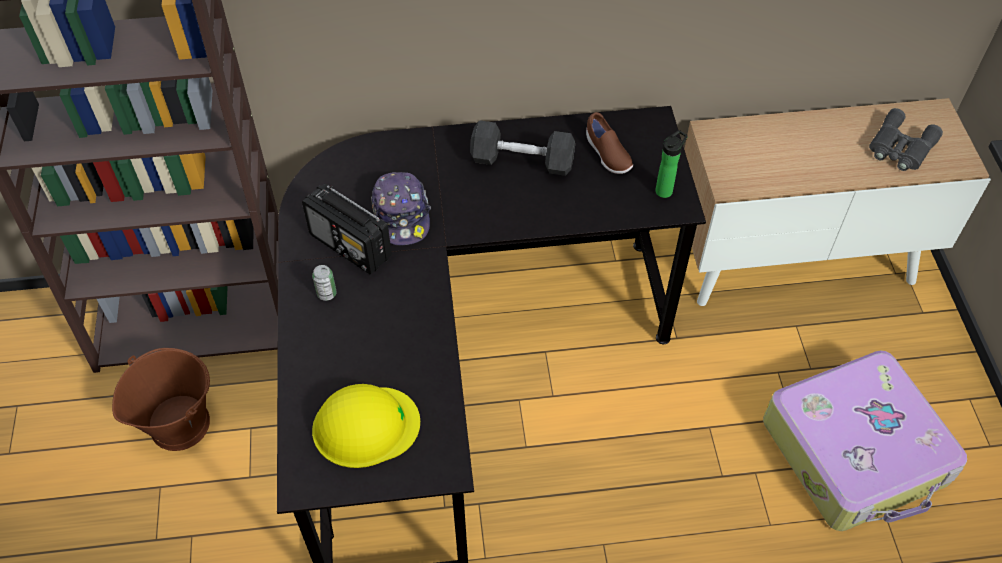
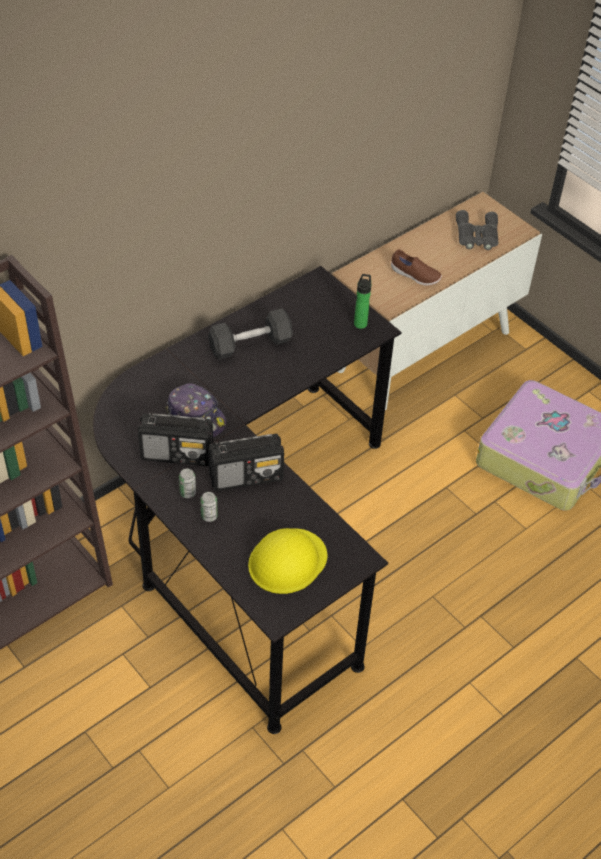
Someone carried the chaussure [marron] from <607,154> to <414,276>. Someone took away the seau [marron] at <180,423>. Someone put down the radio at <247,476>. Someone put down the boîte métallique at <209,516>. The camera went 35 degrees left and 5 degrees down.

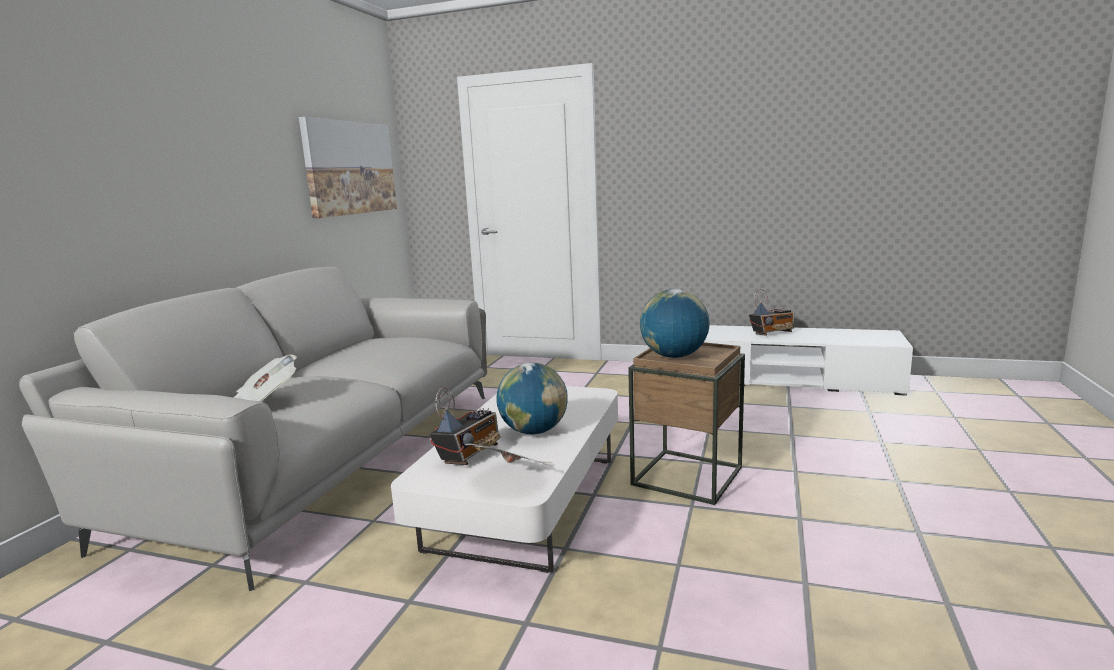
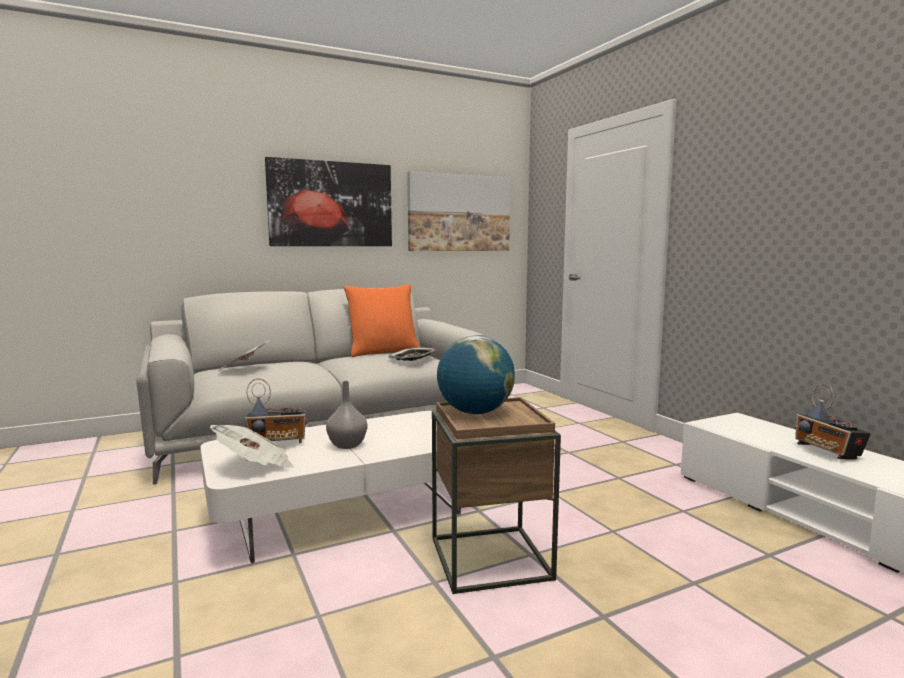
Someone rotated the radio at <772,333> by 45 degrees clockwise. Someone swapped the globe at <534,431> for the vase [gris] at <347,445>. Someone put up the tableau at <331,204>. Someone put down the coussin [orange] at <383,352>. Someone put down the plateau at <413,358>. The camera went 45 degrees right and 5 degrees down.

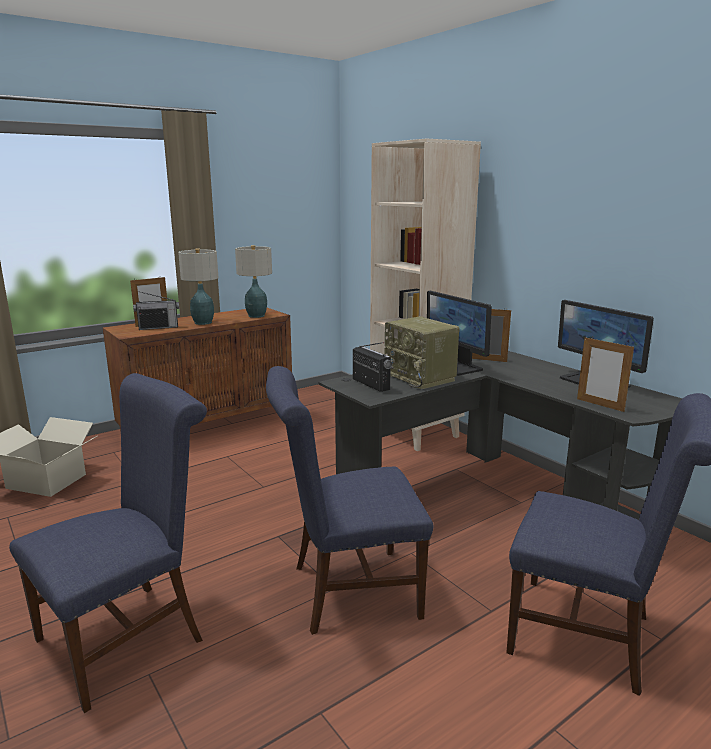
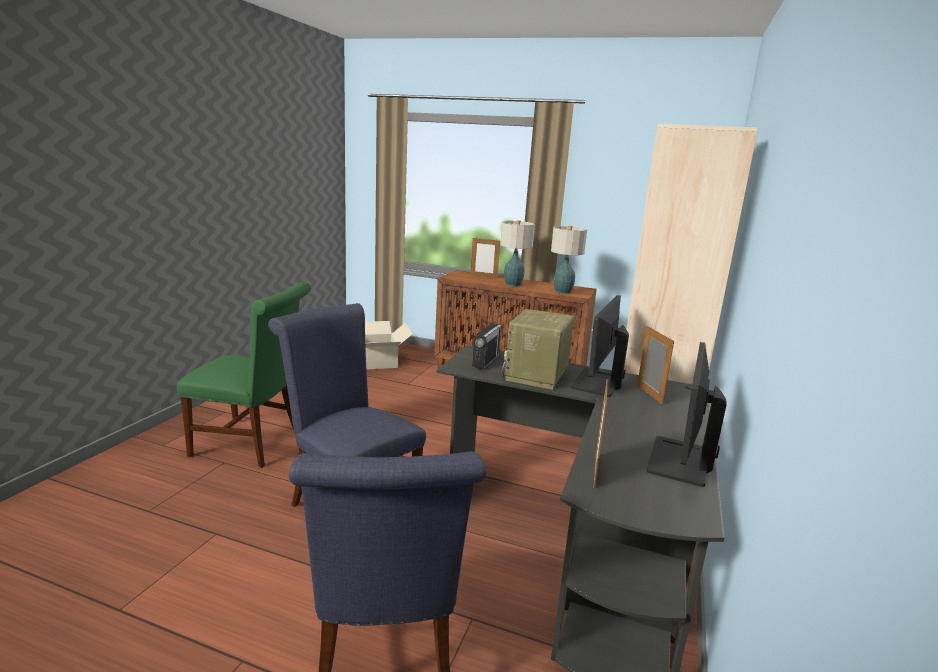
Someone took away the radio at <158,327>. Someone repainted the chaise [bleu] at <130,635>, which became the chaise [vert] at <253,444>. The camera went 55 degrees right and 0 degrees up.

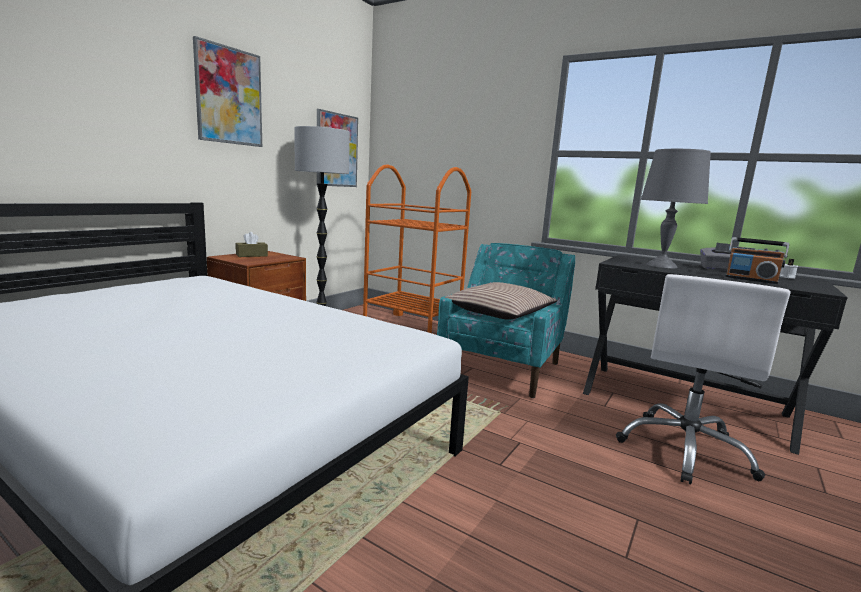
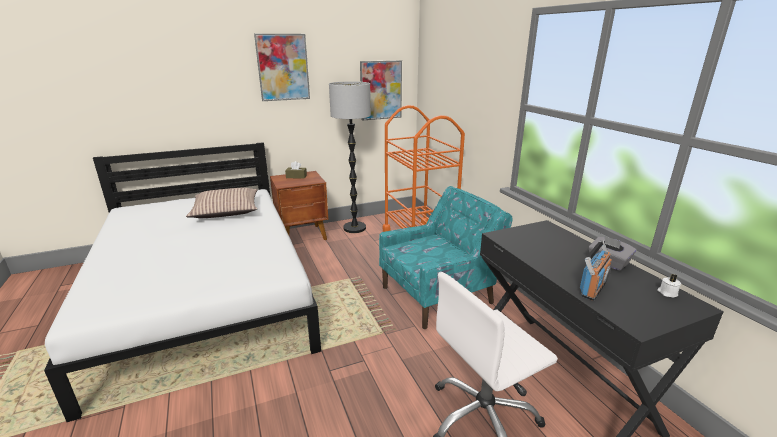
Someone took away the lampe de table [gris] at <661,265>. Someone rotated the radio at <750,279> by 120 degrees counterclockwise. Someone carried the coussin from <499,312> to <226,211>. The camera went 35 degrees right and 10 degrees up.

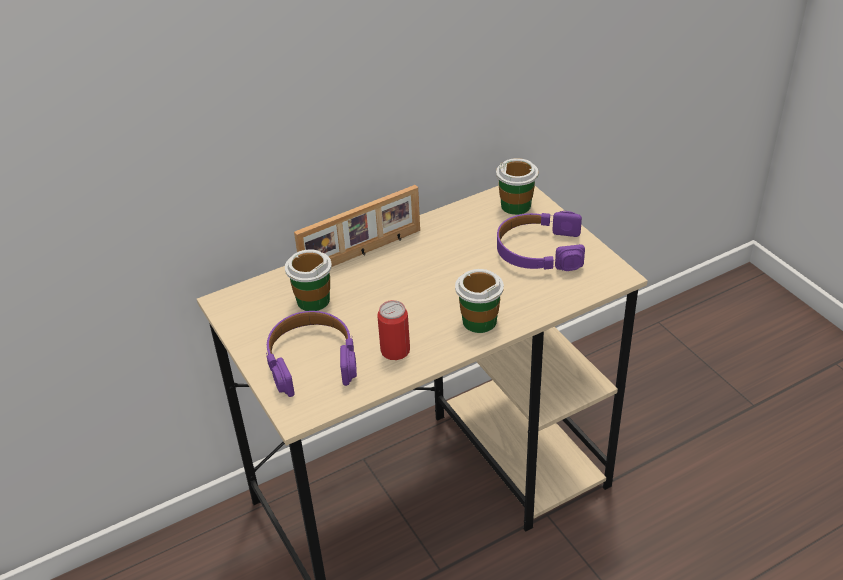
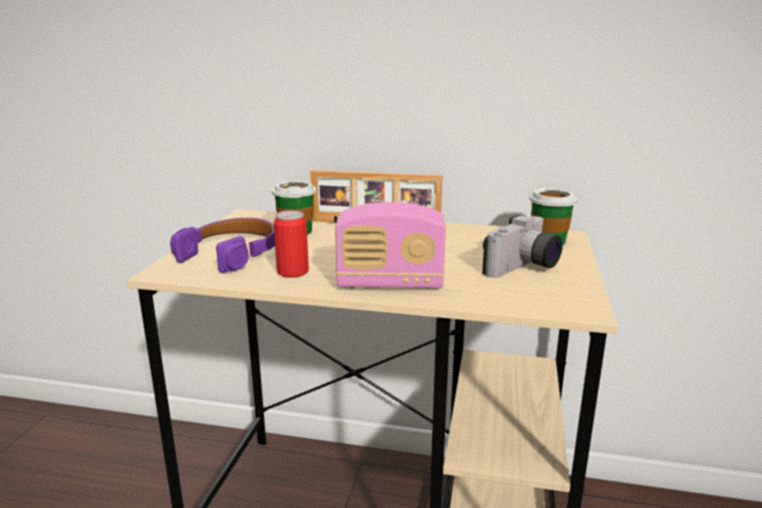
Someone swapped the casque audio [violet] at <539,251> for the appareil photo at <524,268>. Someone swapped the tasse at <479,321> for the radio at <390,283>. The camera went 40 degrees right and 20 degrees down.

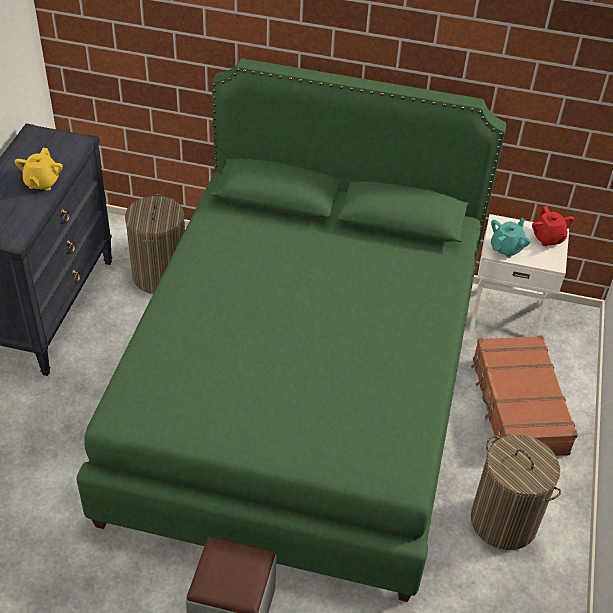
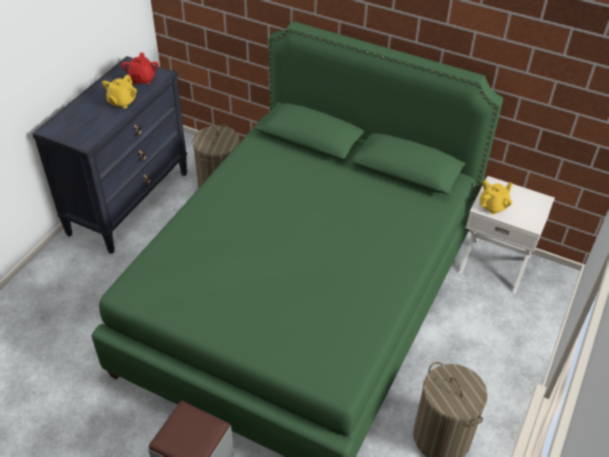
Someone carried the théière [rouge] from <548,238> to <142,79>. Someone repainted the théière [turquoise] at <506,248>, which became the théière [jaune] at <493,206>. Someone took away the valise [marron] at <518,406>. The camera went 15 degrees right and 0 degrees up.

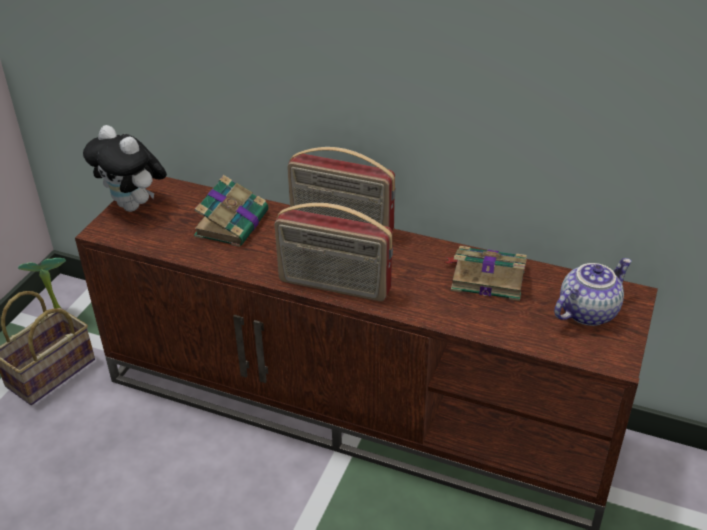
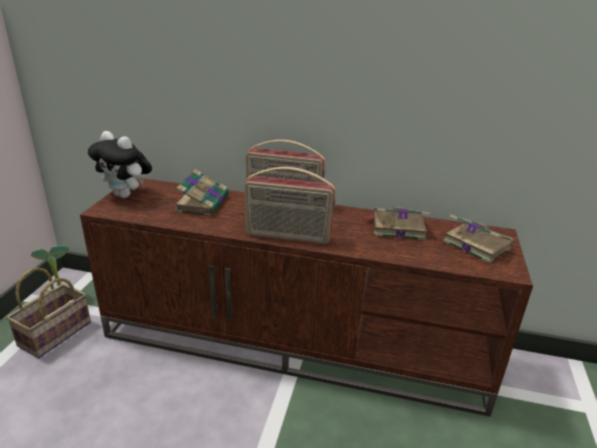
Someone swapped the théière at <587,311> for the livre at <475,244>. The camera went 10 degrees left and 10 degrees down.

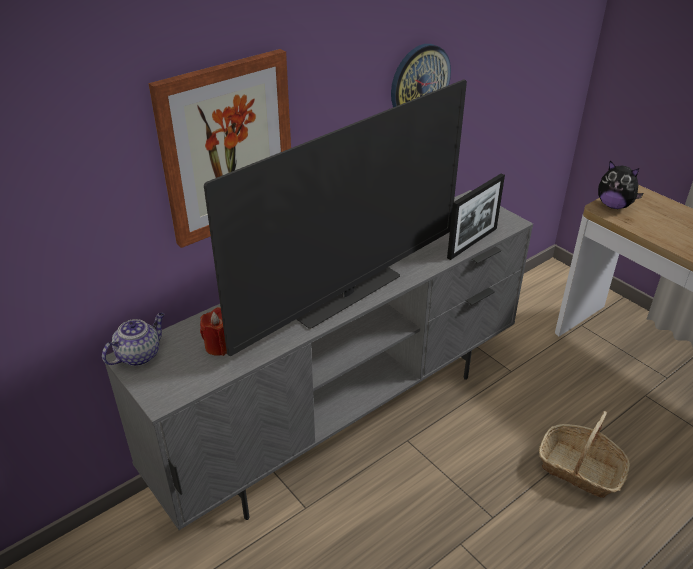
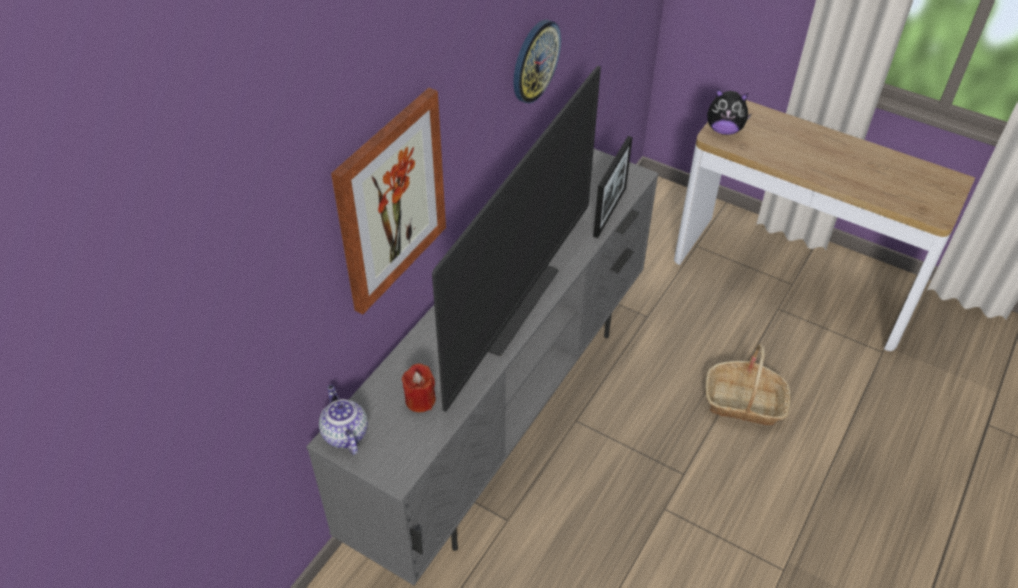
Someone rotated the théière at <139,355> by 45 degrees counterclockwise. The camera went 20 degrees left and 10 degrees up.

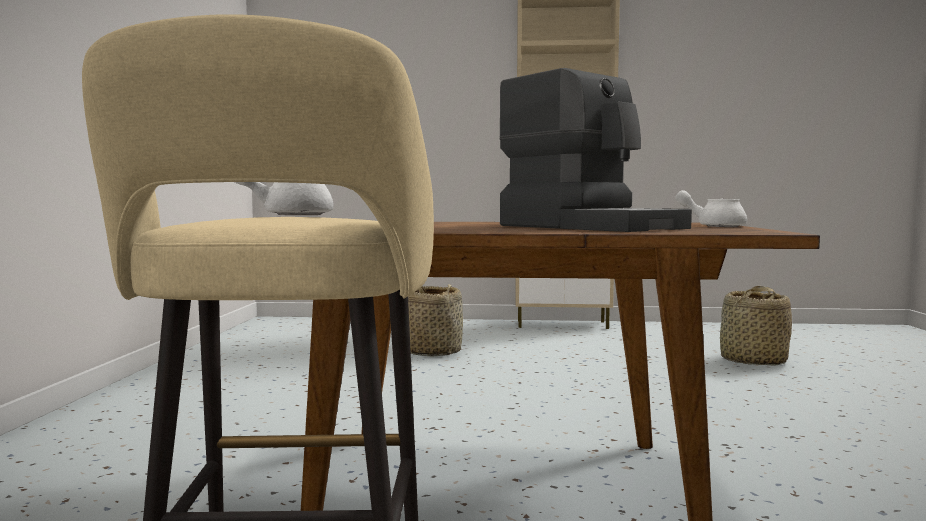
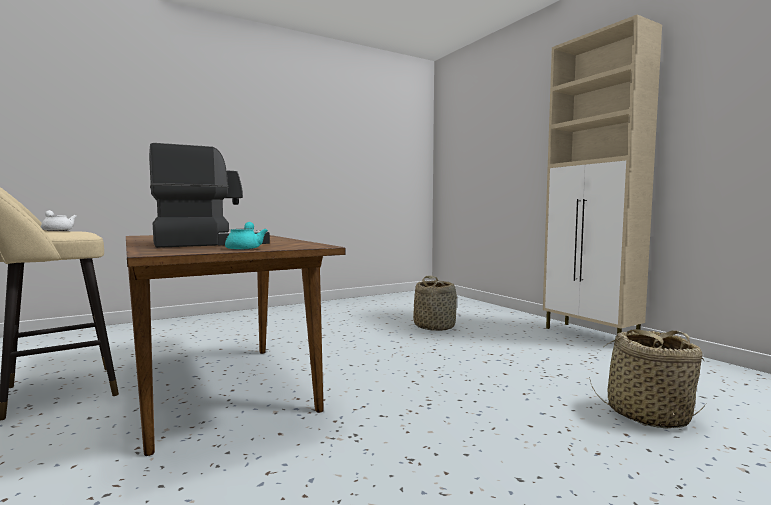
Someone rotated the machine à café at <589,227> by 135 degrees counterclockwise. Someone repainted the théière [blanc] at <714,226>, which became the théière [turquoise] at <245,248>. The camera went 55 degrees right and 0 degrees up.

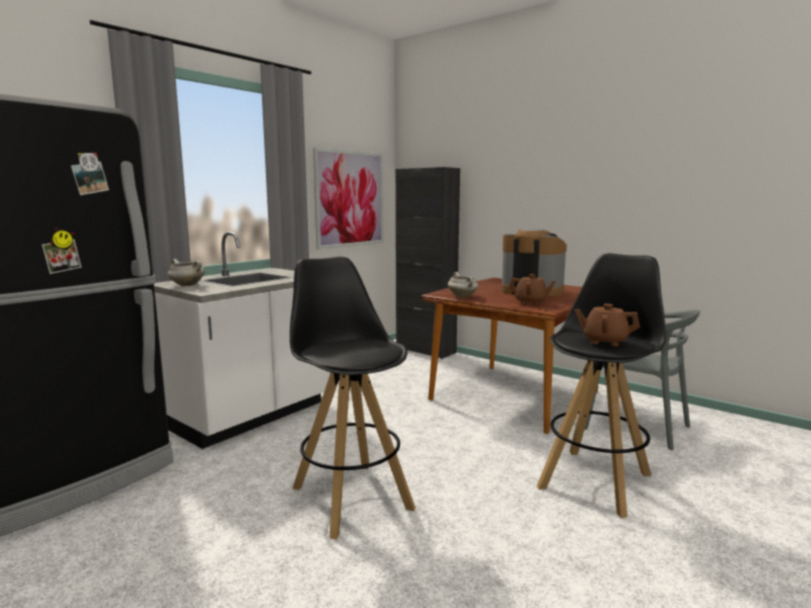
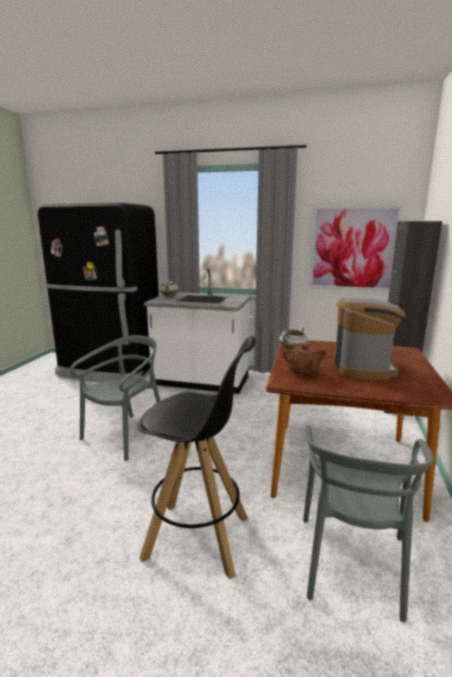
Someone swapped the tabouret [noir] at <351,496> for the chaise [gris] at <125,436>. Someone took away the théière [marron] at <604,341>. The camera went 65 degrees right and 5 degrees up.

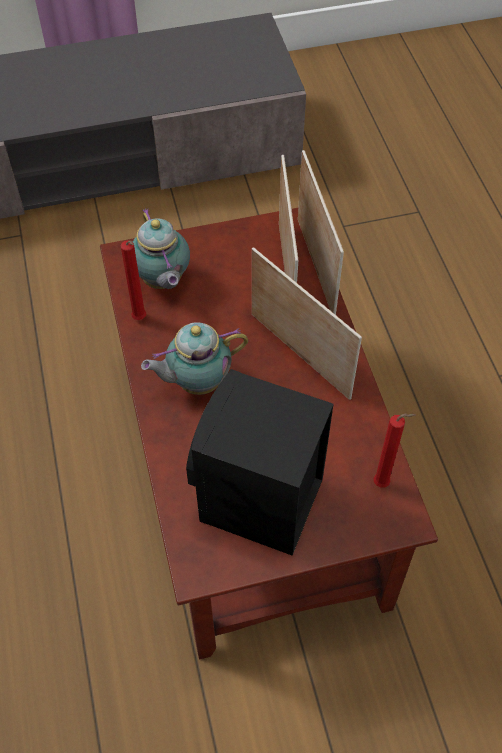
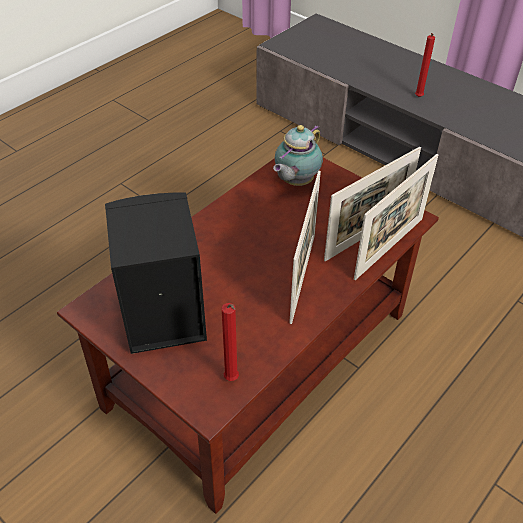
Someone carried the bougie [rouge] from <140,319> to <418,97>. Someone took away the théière at <196,382>. The camera went 55 degrees right and 10 degrees down.

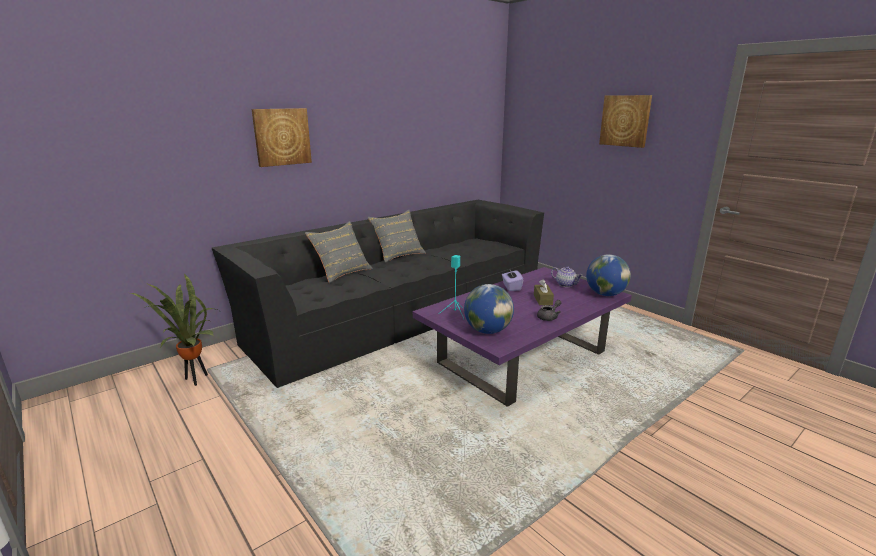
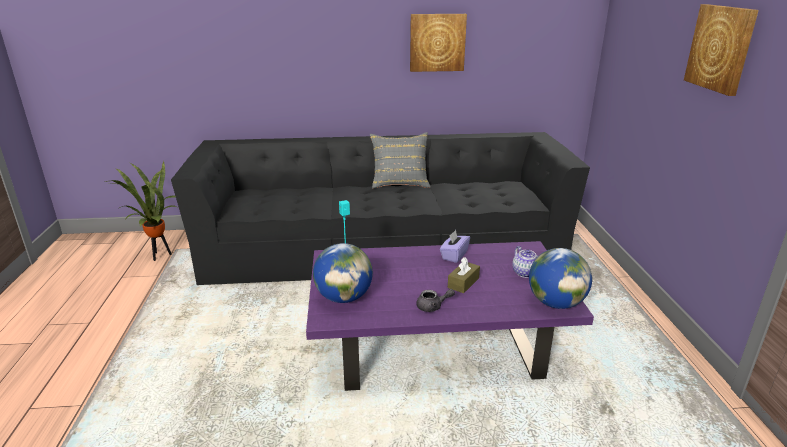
Someone carried the tableau from <282,137> to <437,42>. Someone took away the coussin [gris] at <342,273>. The camera went 35 degrees right and 5 degrees up.

